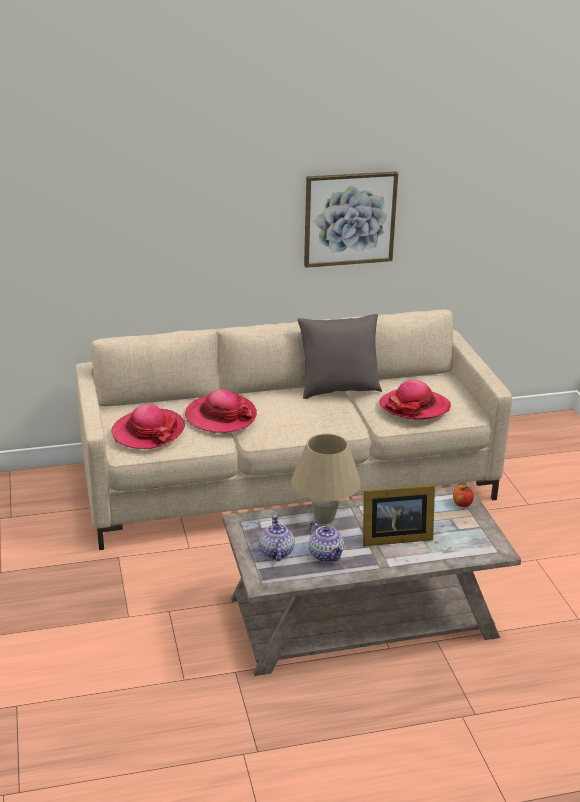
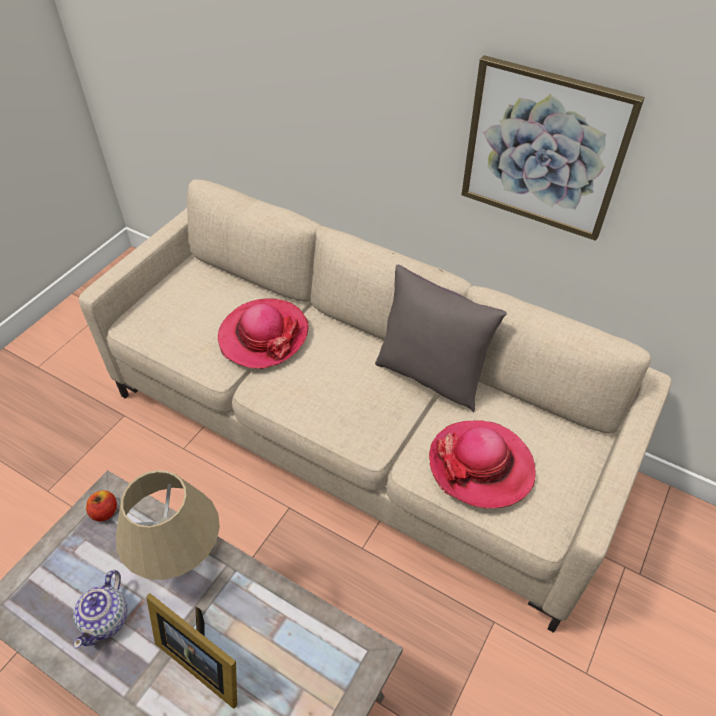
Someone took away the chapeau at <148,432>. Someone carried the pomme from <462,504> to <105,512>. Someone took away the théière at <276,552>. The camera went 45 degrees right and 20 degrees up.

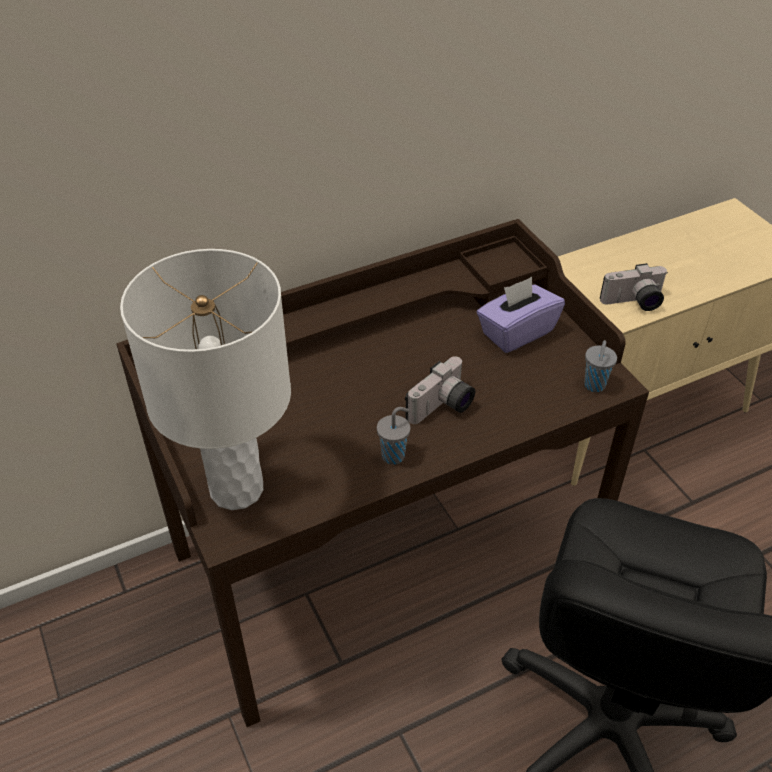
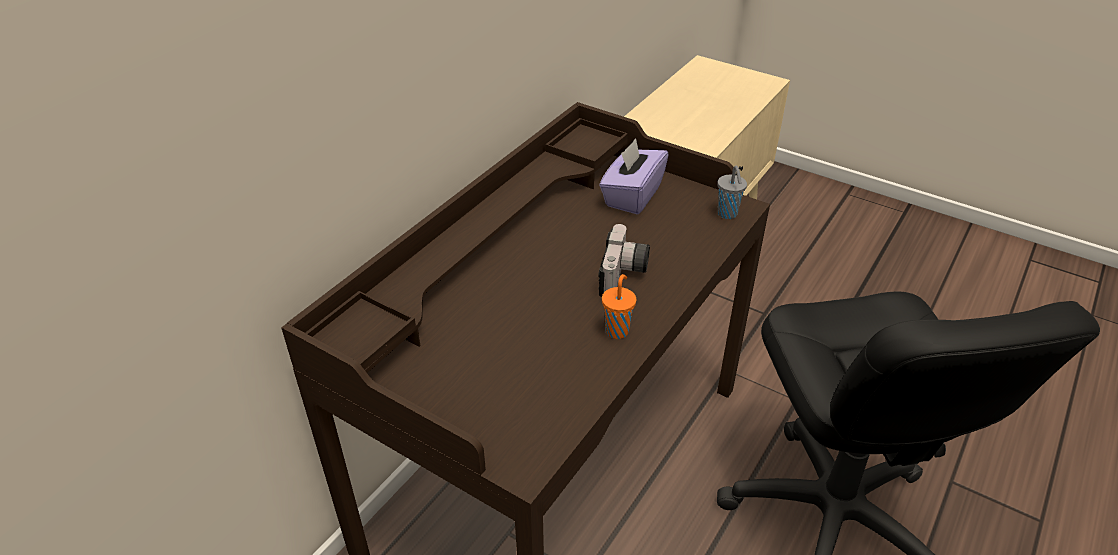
Someone took away the lampe de table [blanc] at <237,488>. Someone took away the appareil photo at <634,303>. Someone repainted the tasse [gris] at <394,455>, which became the tasse [orange] at <617,330>. The camera went 30 degrees left and 5 degrees down.

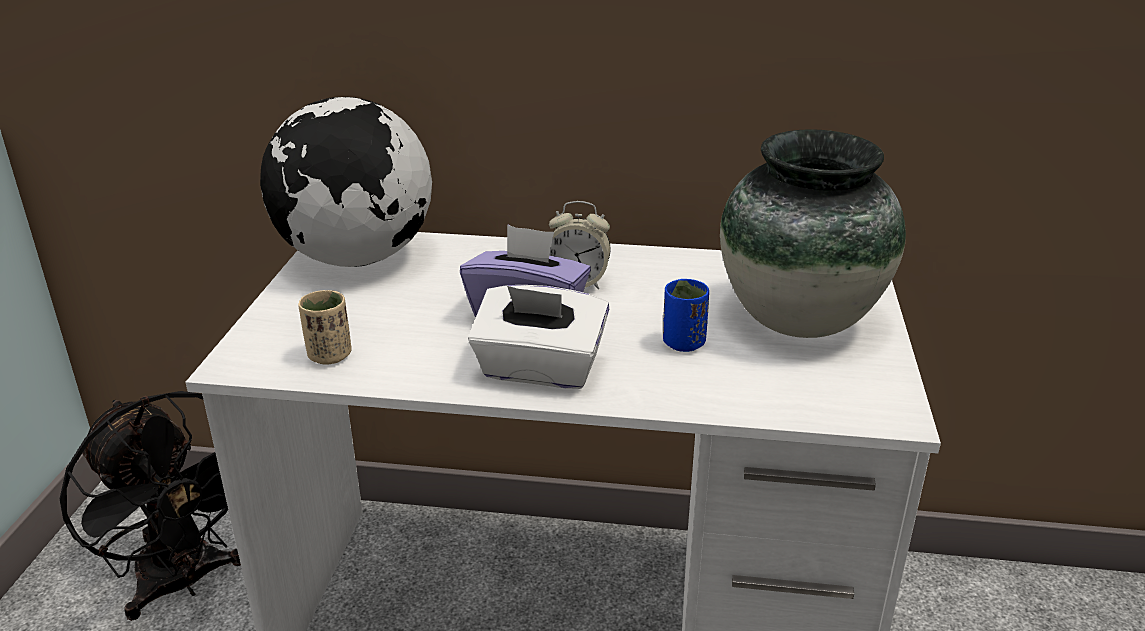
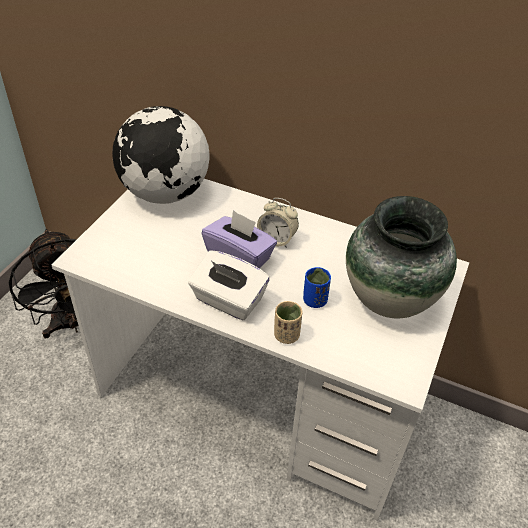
Someone carried the tasse [beige] from <329,355> to <286,335>. The camera went 15 degrees right and 15 degrees up.

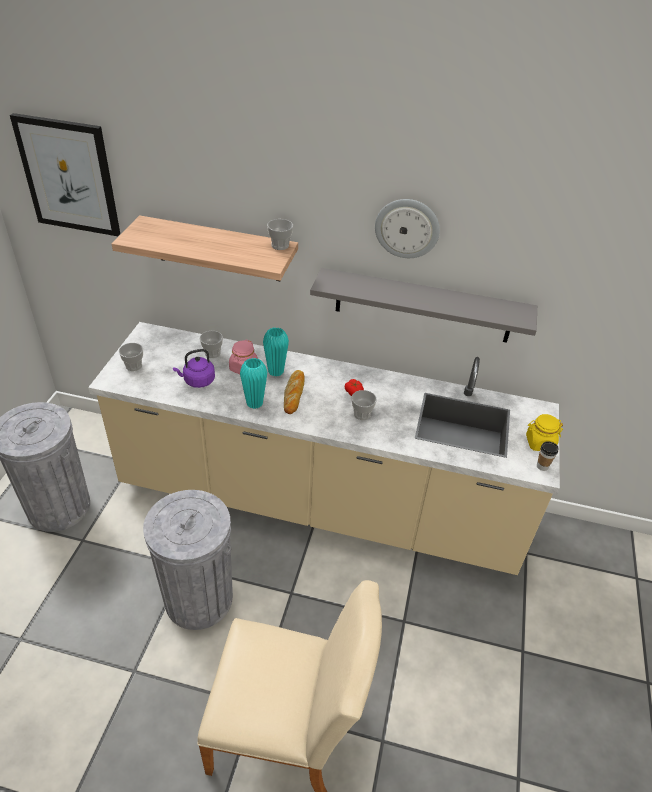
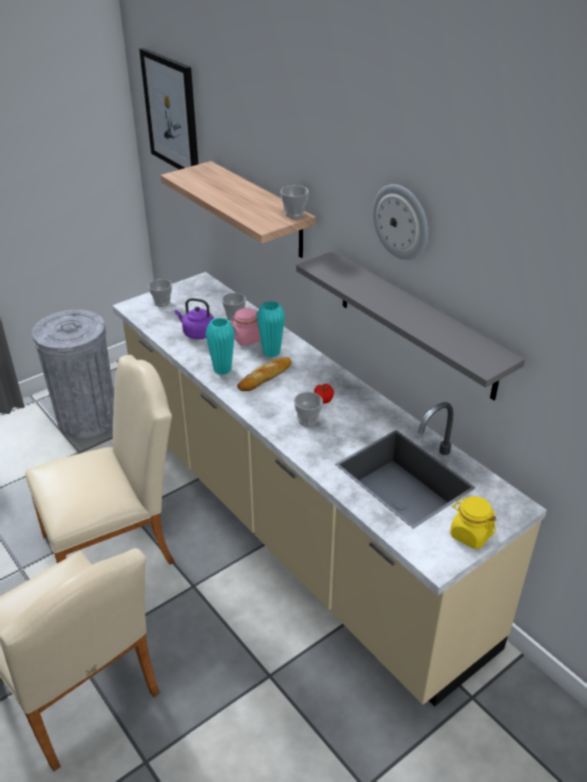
Someone took away the tasse at <542,466>. Someone swapped the poubelle [gris] at <199,598> for the chaise [beige] at <117,544>. The camera went 40 degrees right and 5 degrees down.

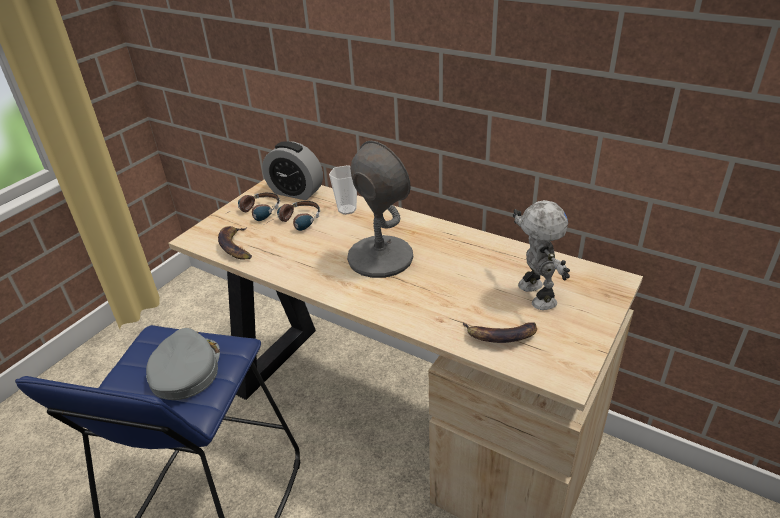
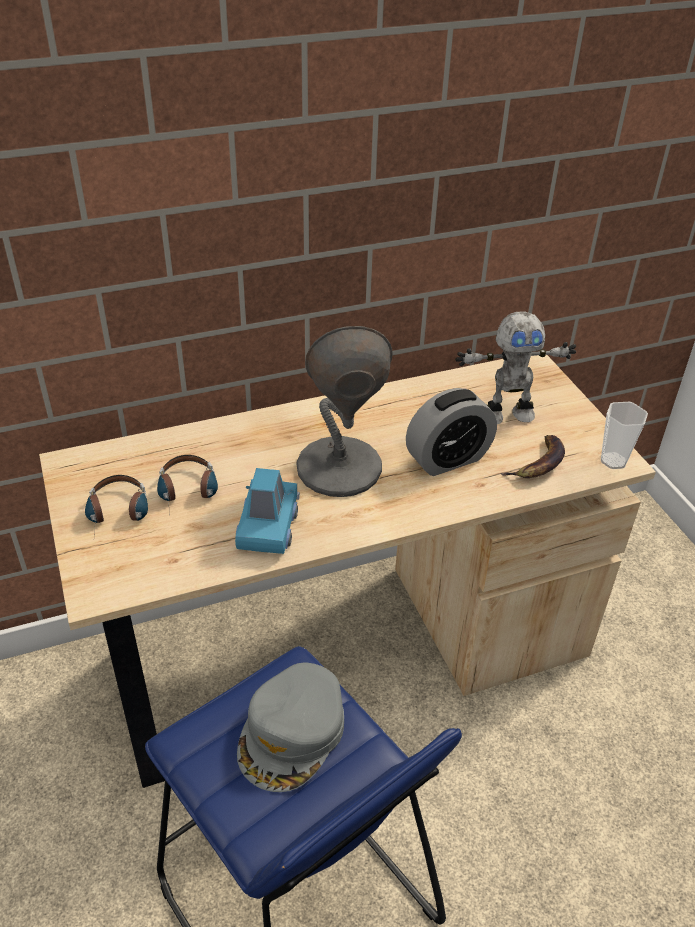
Someone carried the réveil from <295,192> to <448,459>. Someone carried the tasse from <347,209> to <613,461>. Someone rotated the robot jouet at <534,295> by 150 degrees clockwise. Someone took away the banane at <236,246>. Someone rotated the casquette [gris] at <185,370> by 105 degrees counterclockwise. Someone put down the petite voiture [bleu] at <268,526>. The camera went 55 degrees left and 5 degrees up.

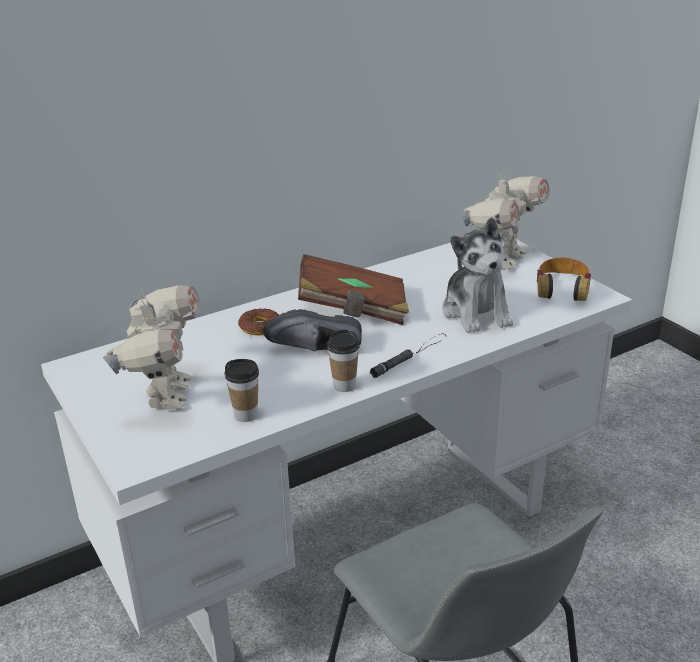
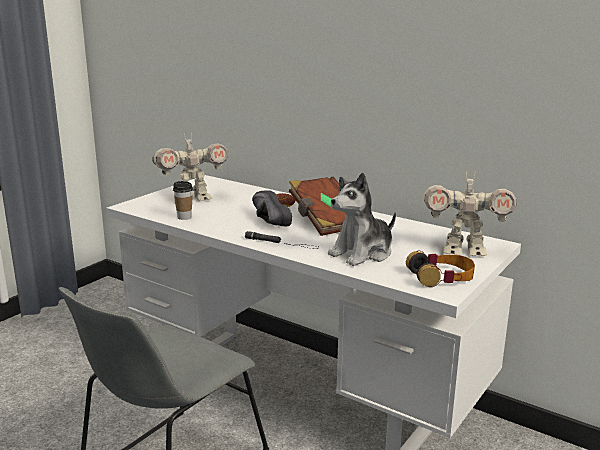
Someone took away the tasse at <344,386>. The camera went 65 degrees right and 10 degrees down.

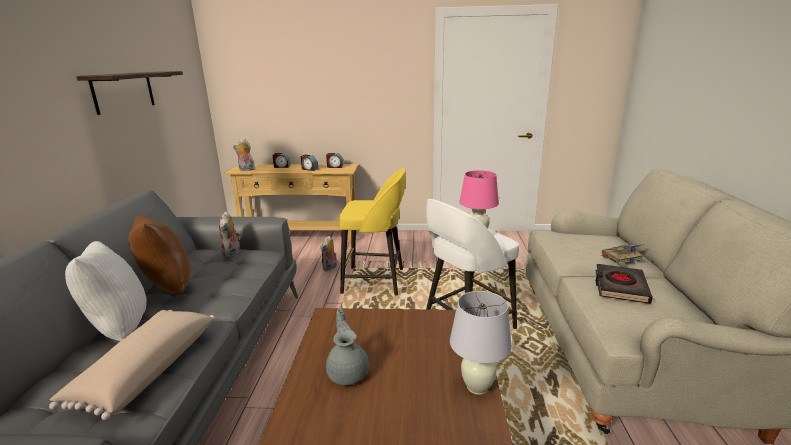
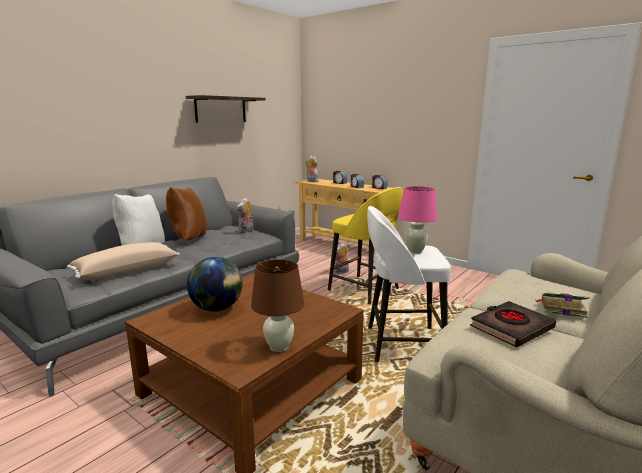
Someone repainted the lampe de table [blanc] at <477,387>, which became the lampe de table [marron] at <278,347>. Someone swapped the théière [gris] at <348,372> for the globe at <217,309>. The camera went 35 degrees right and 5 degrees down.

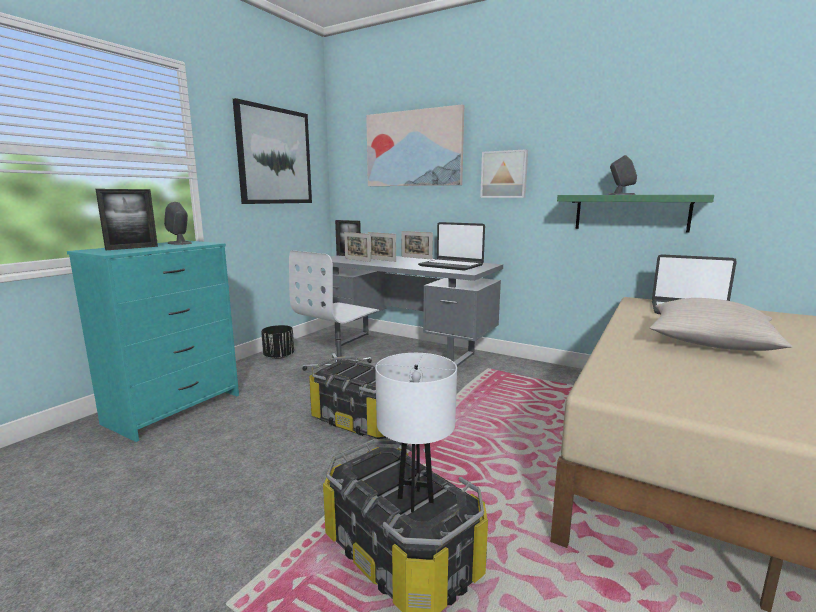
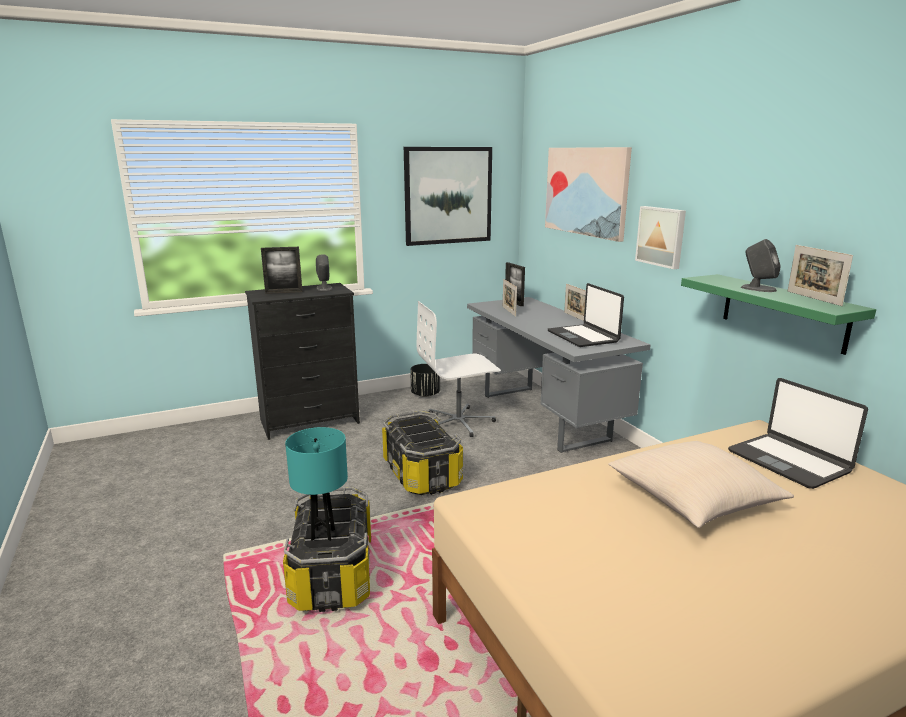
Someone carried the cadre photo from <381,260> to <813,298>. Someone repainted the commode [turquoise] at <174,409>, which became the commode [noir] at <309,421>. Someone repainted the lampe de table [blanc] at <415,499>, which became the lampe de table [turquoise] at <323,534>. The camera went 35 degrees right and 5 degrees up.

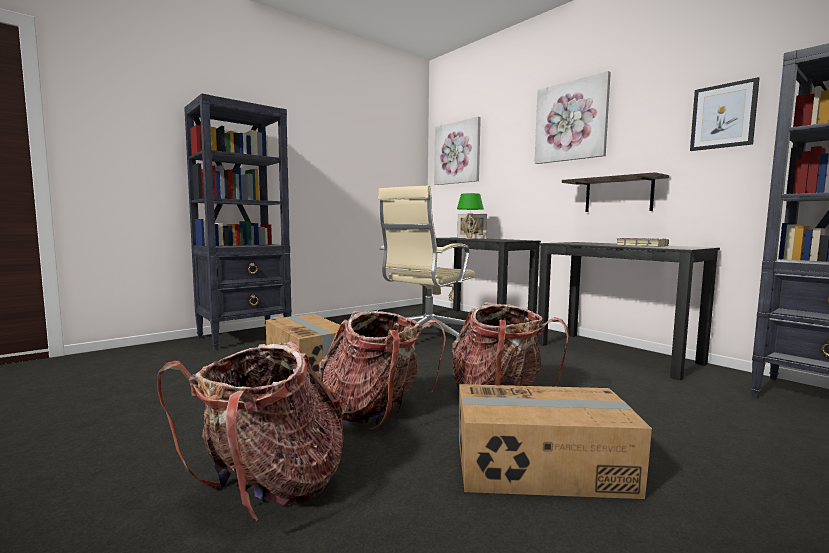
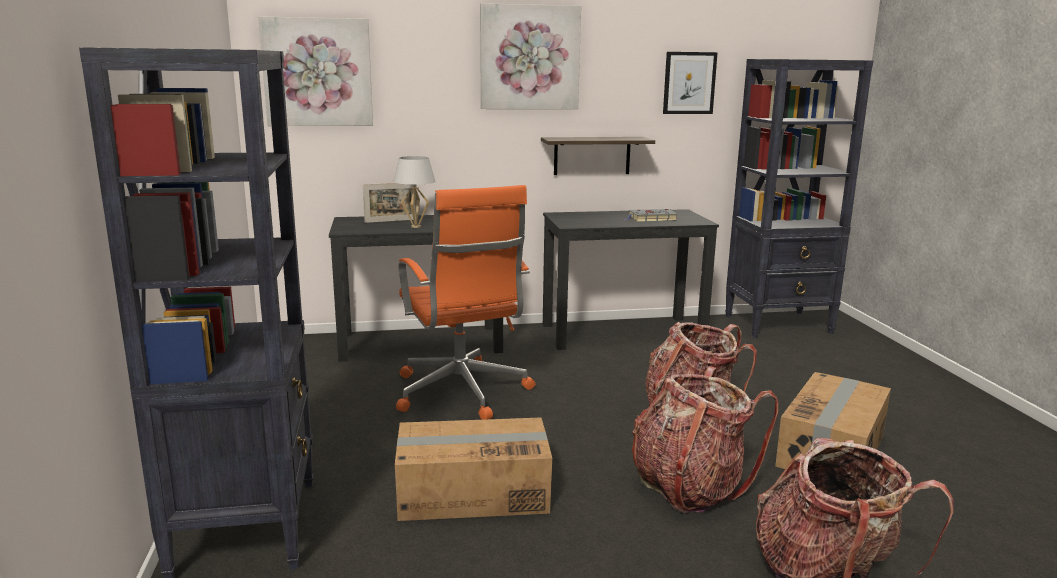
Someone repainted the chaise de bureau [beige] at <426,339>, which became the chaise de bureau [orange] at <462,393>. Someone repainted the lampe de table [vert] at <469,239>, which became the lampe de table [blanc] at <415,226>. The camera went 60 degrees left and 10 degrees up.

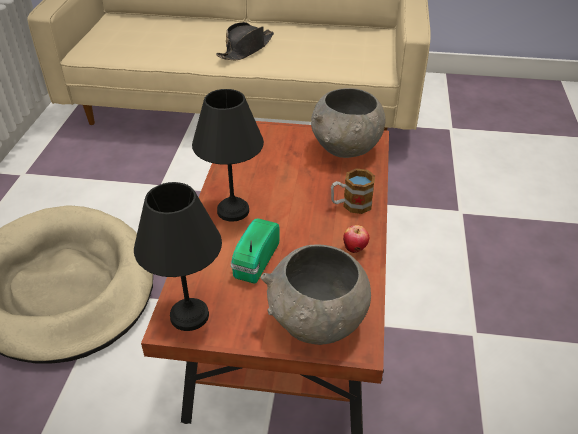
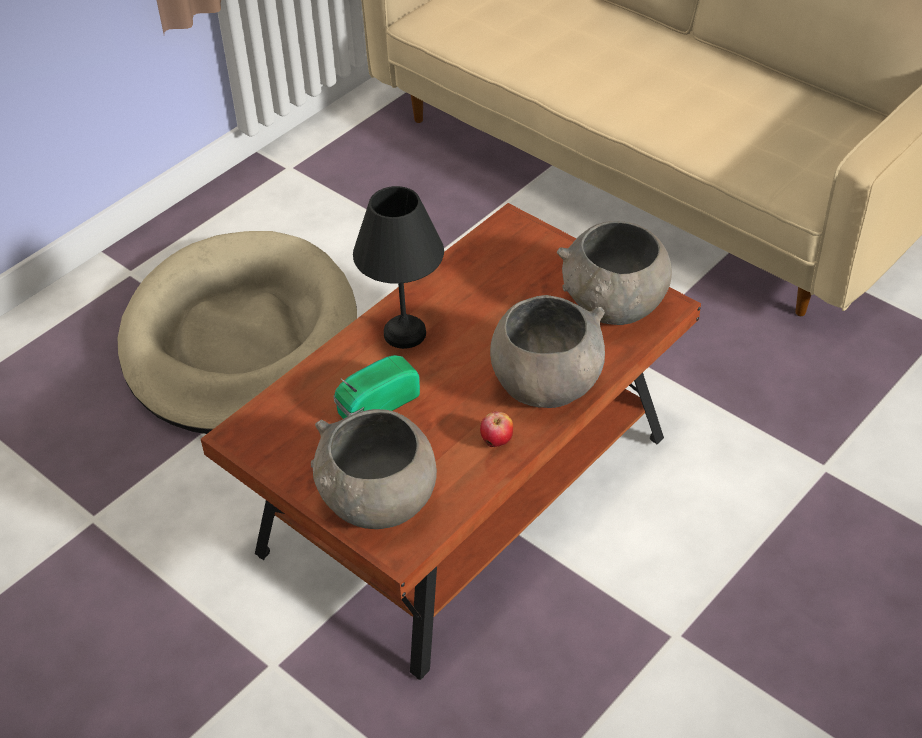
Someone took away the chapeau [noir] at <246,49>. Someone swapped the mug at <351,205> for the bol [gris] at <546,386>. Someone took away the lampe de table [noir] at <188,315>. The camera went 35 degrees right and 5 degrees up.

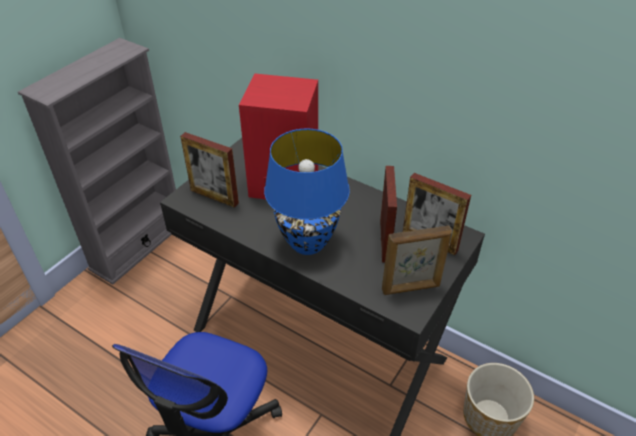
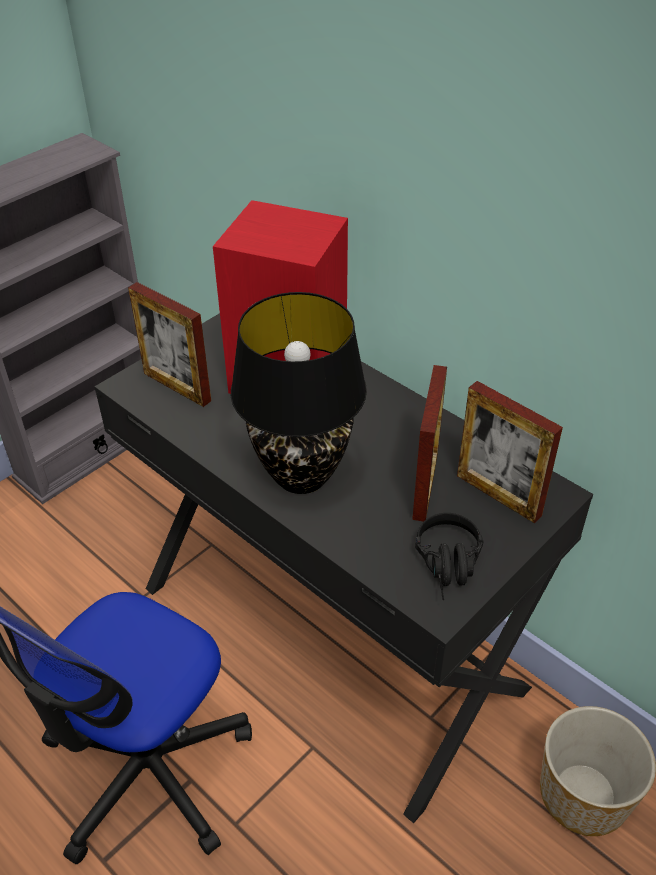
Someone repainted the lampe de table [bleu] at <306,243>, which became the lampe de table [noir] at <300,475>. Someone swapped the cadre photo at <411,288> for the casque audio [noir] at <449,568>. The camera went 10 degrees right and 0 degrees up.

